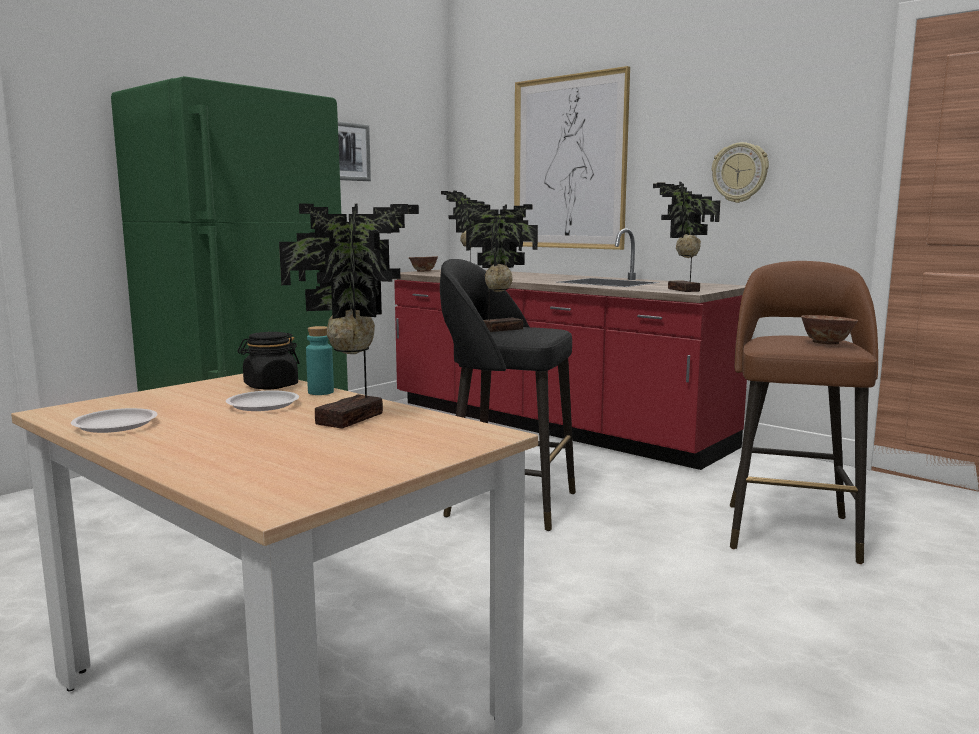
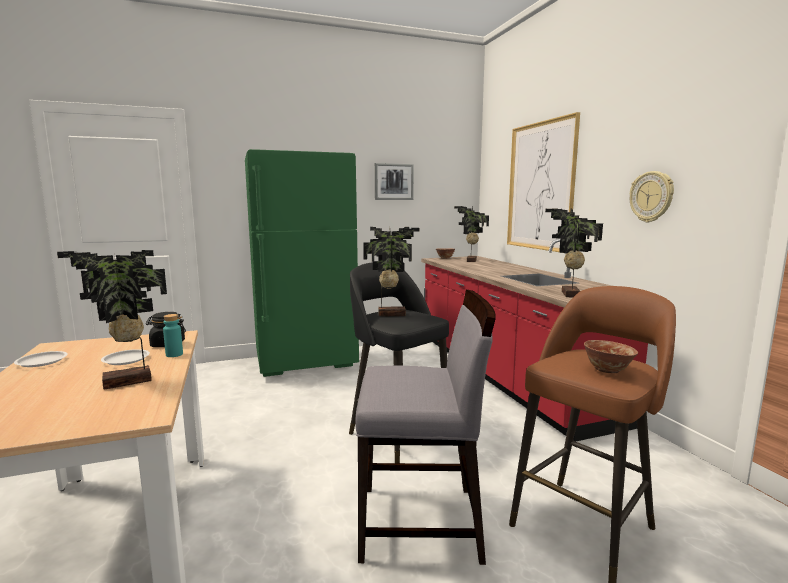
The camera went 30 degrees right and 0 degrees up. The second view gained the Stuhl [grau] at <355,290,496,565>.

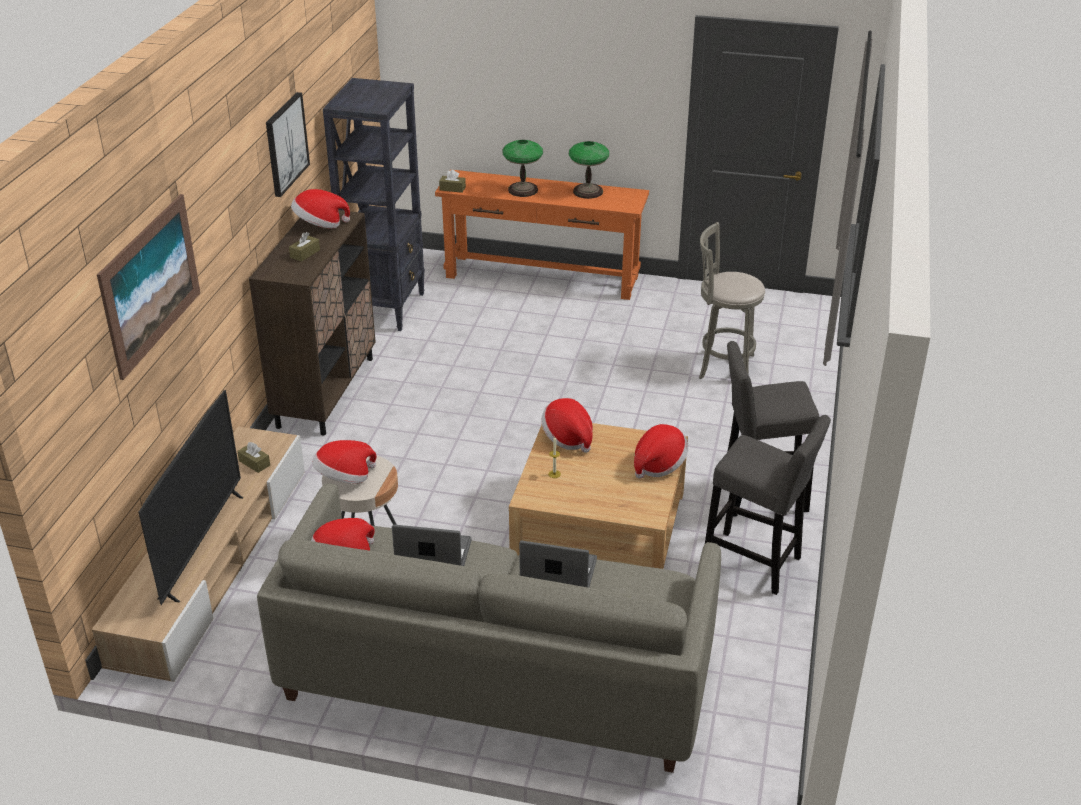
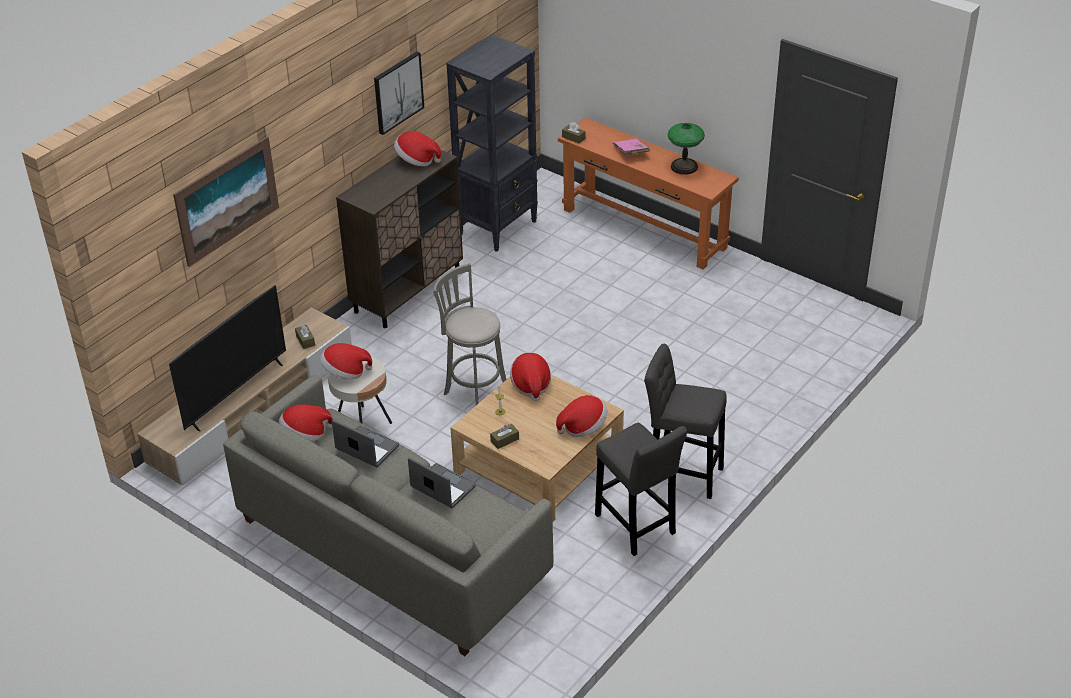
The camera went 25 degrees right and 5 degrees up. The Taschentuchbox [braun] ended up elsewhere, having gone from <289,232,320,262> to <490,424,519,449>. The Hocker [grau] ended up elsewhere, having gone from <699,222,765,379> to <433,263,507,405>. Where the Tischlampe stood at <502,140,543,197>, the Buch [rosa] came to stand at <613,138,650,155>.

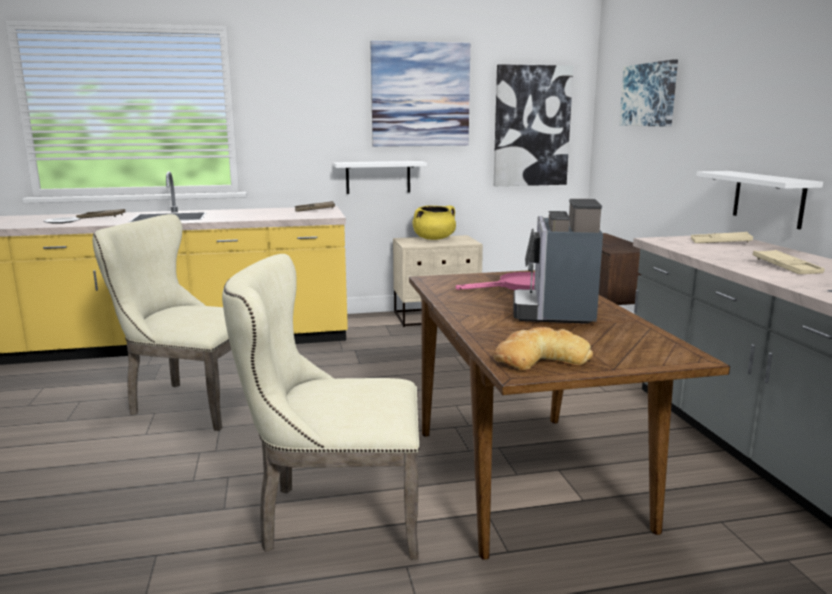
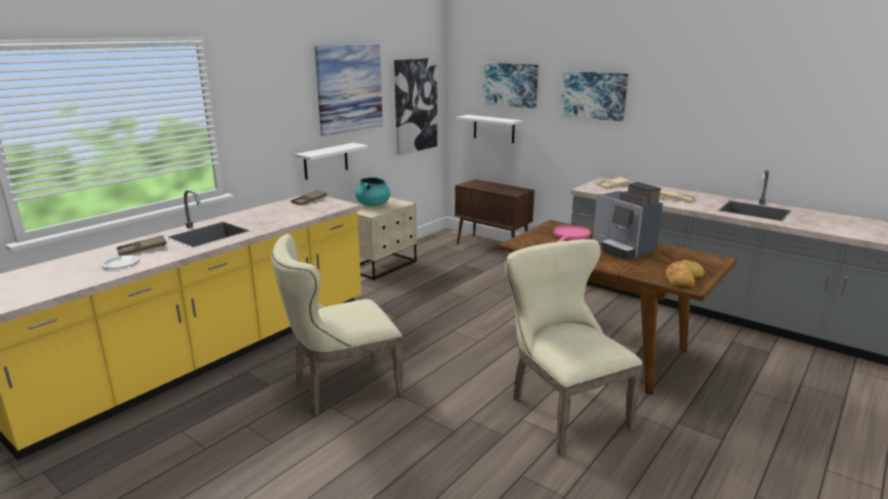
The camera went 40 degrees left and 5 degrees up. The second view gained the Bild at <560,71,628,121>. The Wandregal [weiß] ended up elsewhere, having gone from <696,171,823,229> to <457,115,522,143>. What was the Kochtopf [gelb] at <412,205,456,240> turned into the Kochtopf [türkis] at <355,176,390,206>. The Stuhl [beige] at <222,254,420,560> ended up facing another way, 105 degrees clockwise from before.

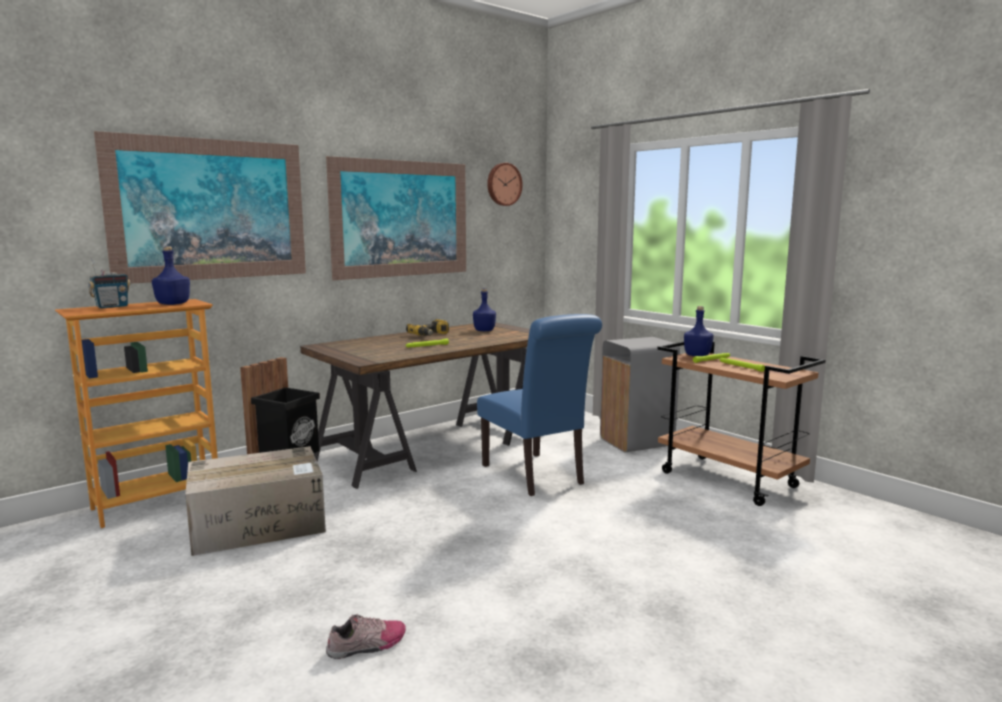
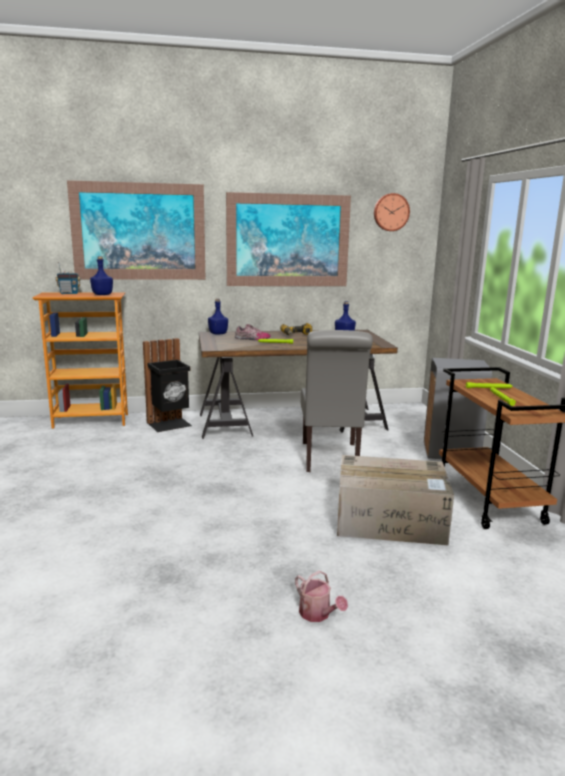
The camera went 30 degrees right and 5 degrees up. The second view gained the Gießkanne at <295,571,348,622>. The Karton ended up elsewhere, having gone from <185,446,326,556> to <337,455,454,545>. The Schuh ended up elsewhere, having gone from <326,614,406,659> to <235,324,271,340>. The Flasche [blau] ended up elsewhere, having gone from <684,306,714,356> to <208,298,228,335>. What was the Stuhl [blau] at <477,314,602,496> turned into the Stuhl [grau] at <301,330,373,472>.

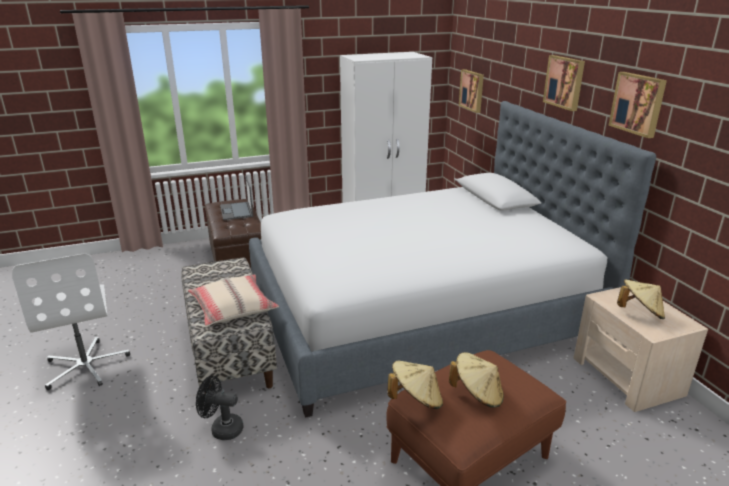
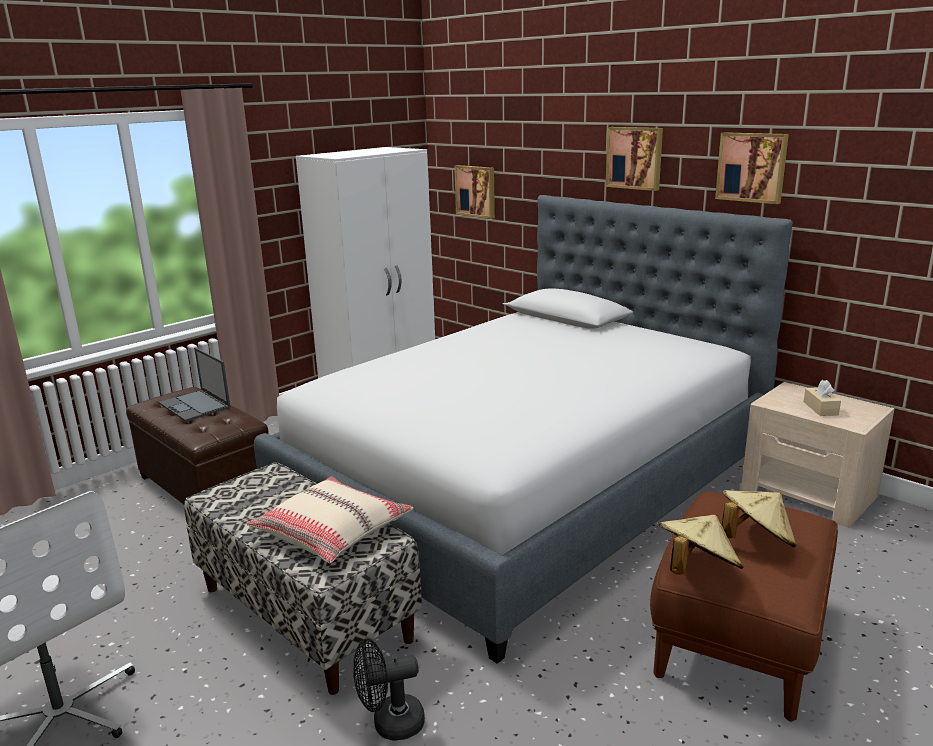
The camera went 25 degrees left and 5 degrees down. Where the Hut [beige] stood at <617,279,665,319>, the Taschentuchbox [beige] came to stand at <804,380,841,416>.

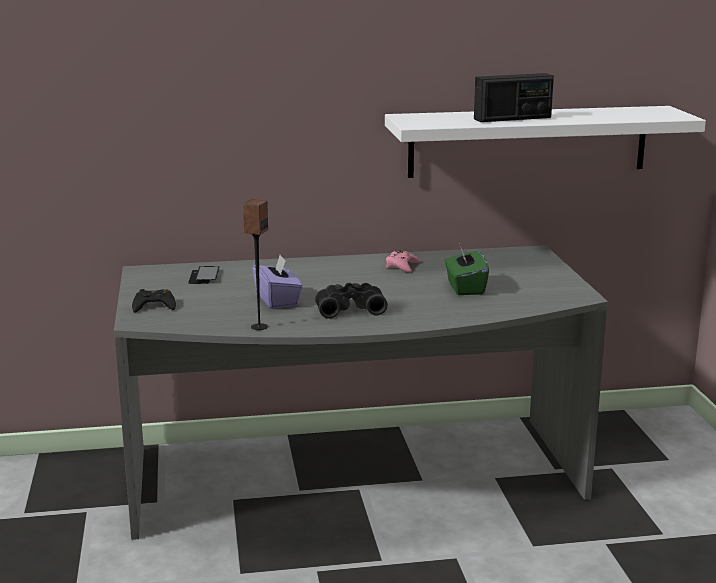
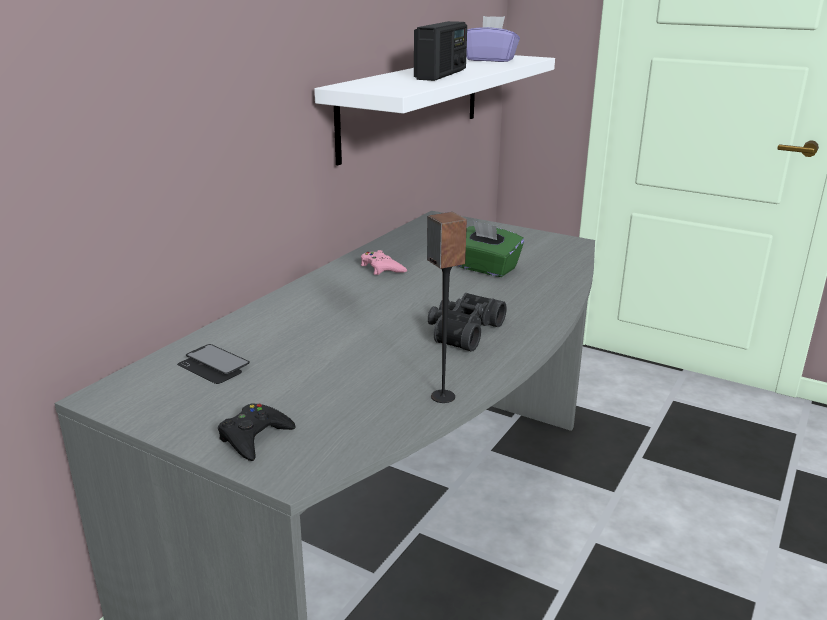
The camera went 50 degrees left and 5 degrees up. The Taschentuchbox [lila] ended up elsewhere, having gone from <252,255,303,309> to <466,16,520,62>.

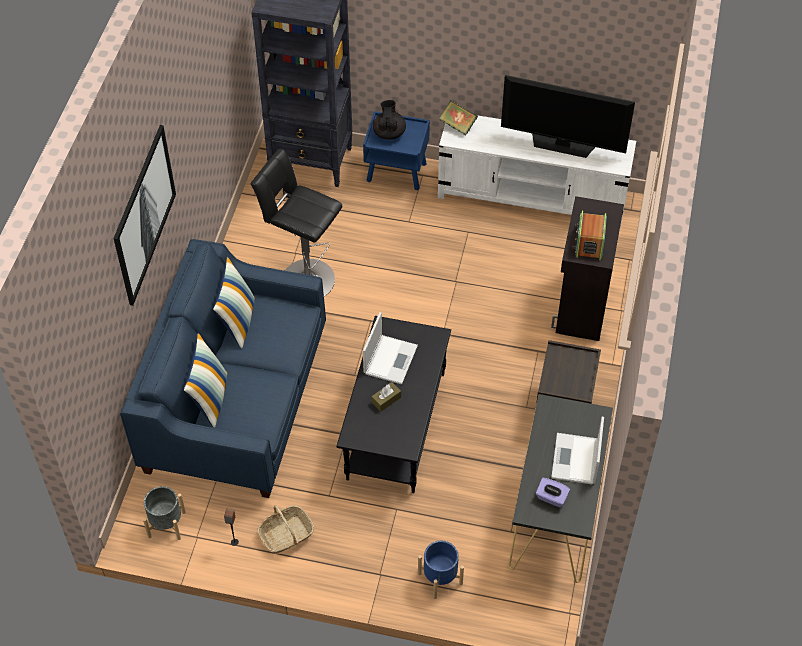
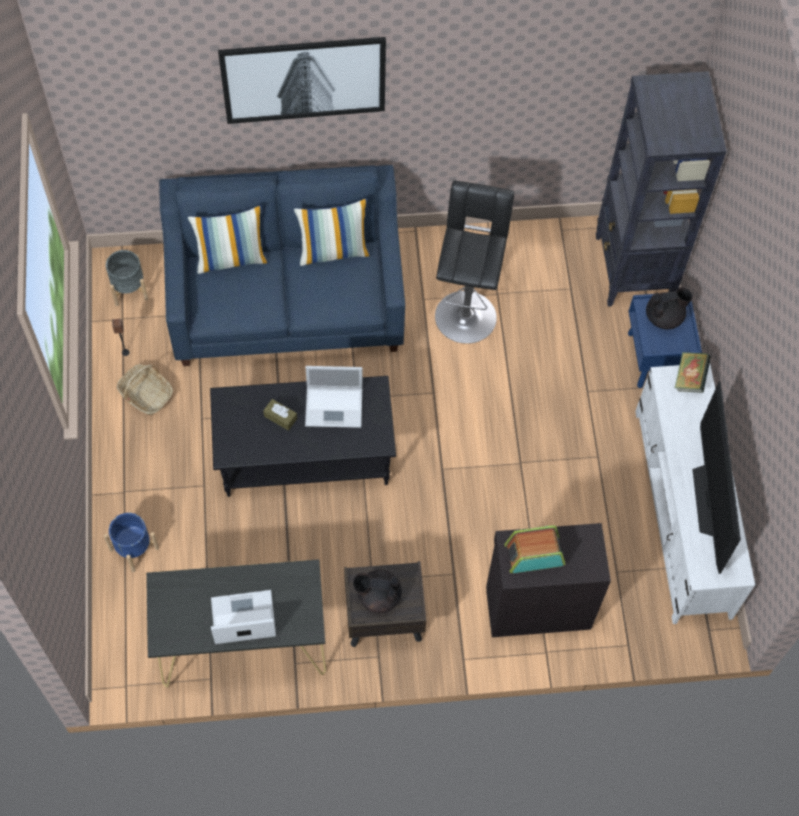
The camera went 70 degrees right and 10 degrees up. The second view lost the Taschentuchbox [lila] at <536,478,570,507>. The second view gained the Teekanne [schwarz] at <353,569,402,613>.

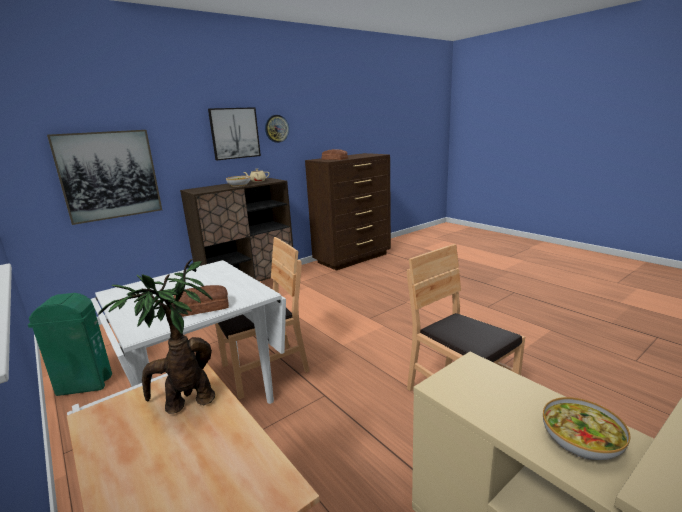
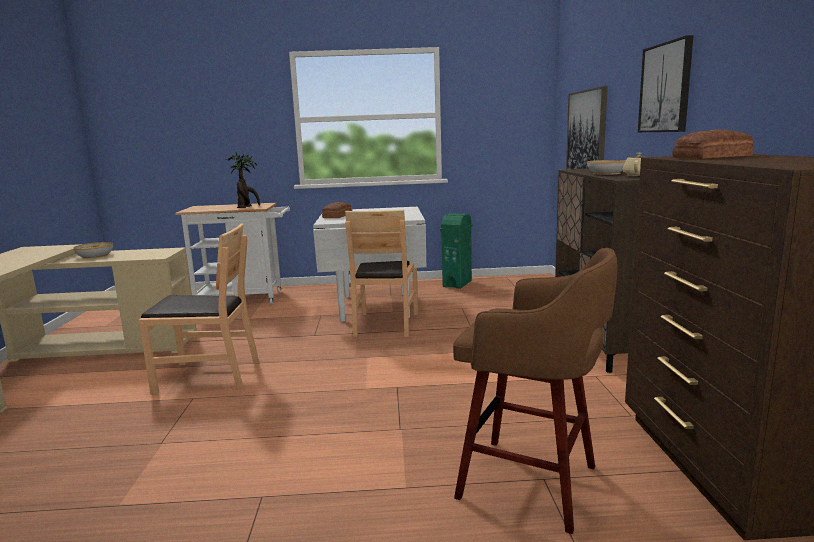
The camera went 125 degrees right and 5 degrees down. The second view lost the Wanduhr at <265,115,289,143>. The second view gained the Hocker [braun] at <453,248,618,534>.

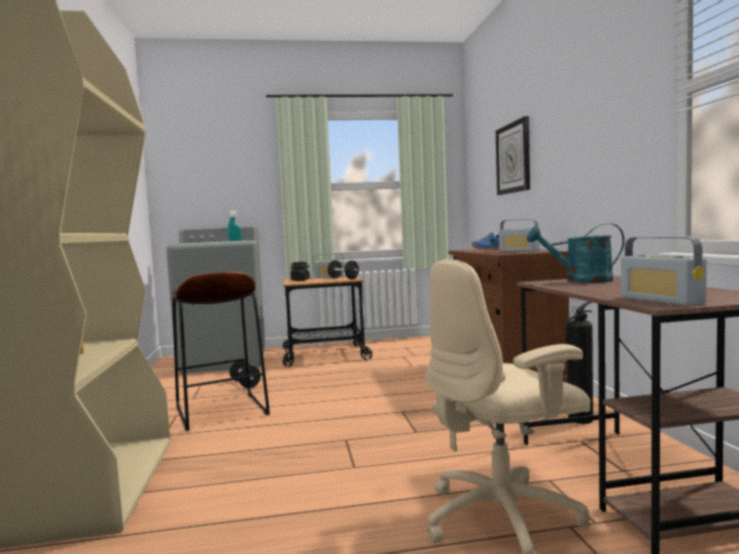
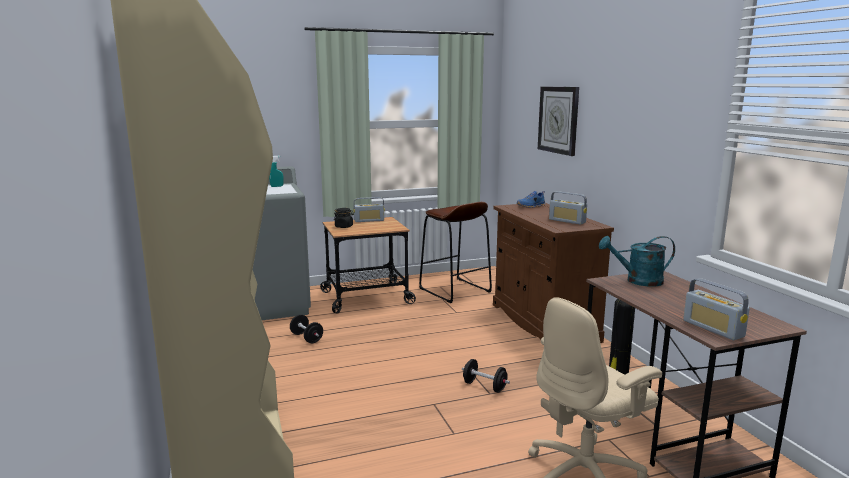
The camera went 10 degrees left and 10 degrees up. The Hocker [braun] ended up elsewhere, having gone from <172,271,270,431> to <419,202,492,303>. The Hantel [schwarz] ended up elsewhere, having gone from <328,260,359,279> to <462,359,510,393>.

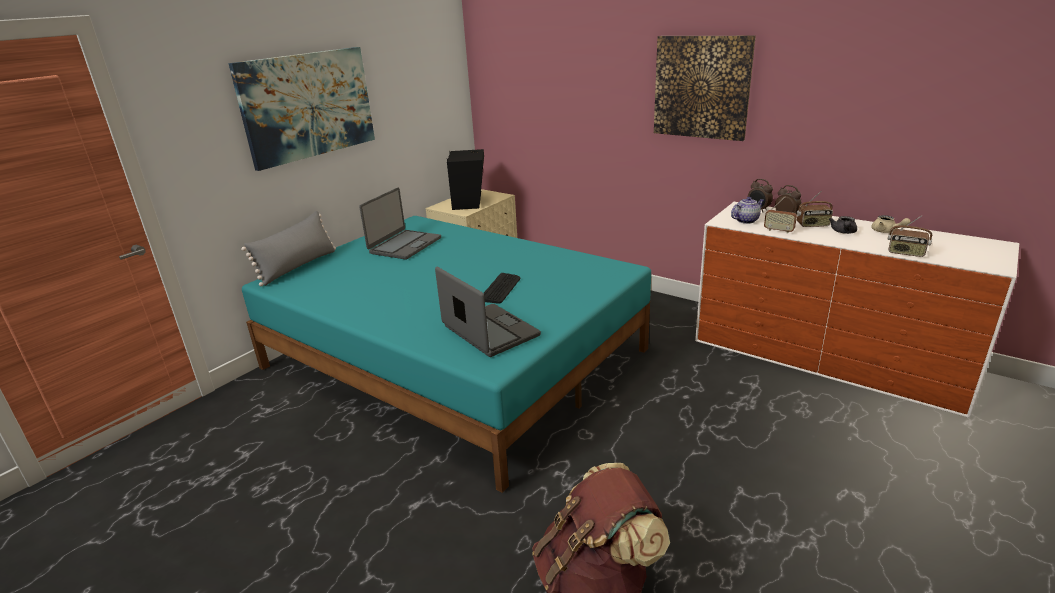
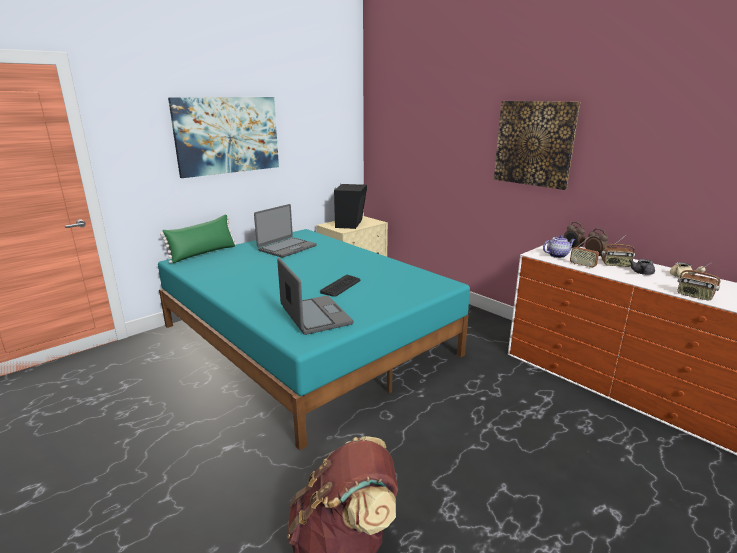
The camera went 10 degrees right and 5 degrees down. What was the Kissen [grau] at <241,211,336,286> turned into the Kissen [grün] at <160,215,237,264>.

